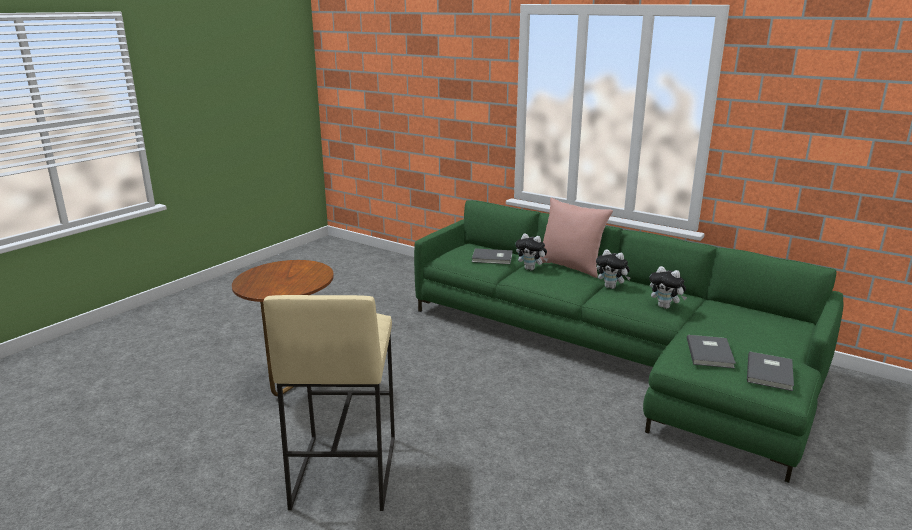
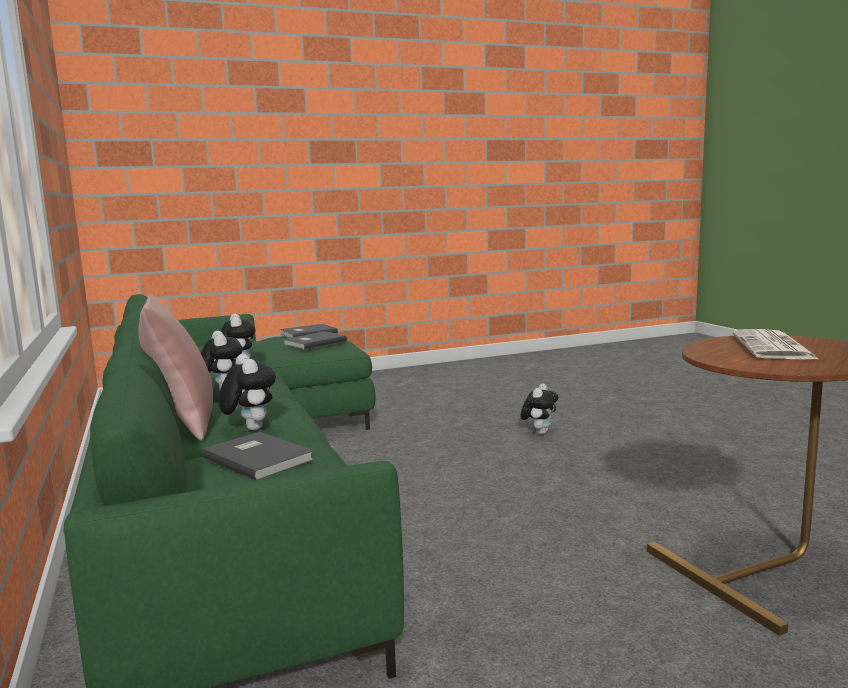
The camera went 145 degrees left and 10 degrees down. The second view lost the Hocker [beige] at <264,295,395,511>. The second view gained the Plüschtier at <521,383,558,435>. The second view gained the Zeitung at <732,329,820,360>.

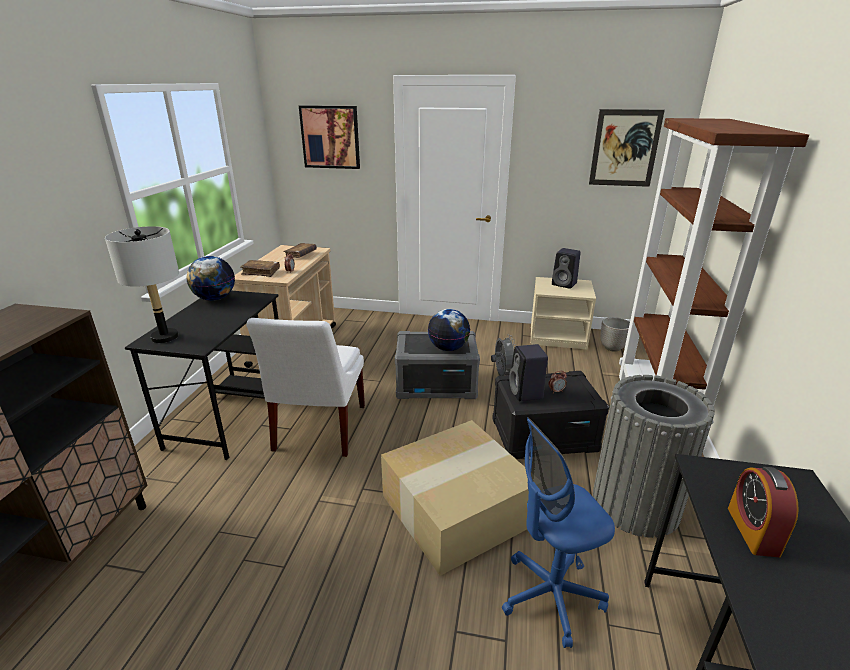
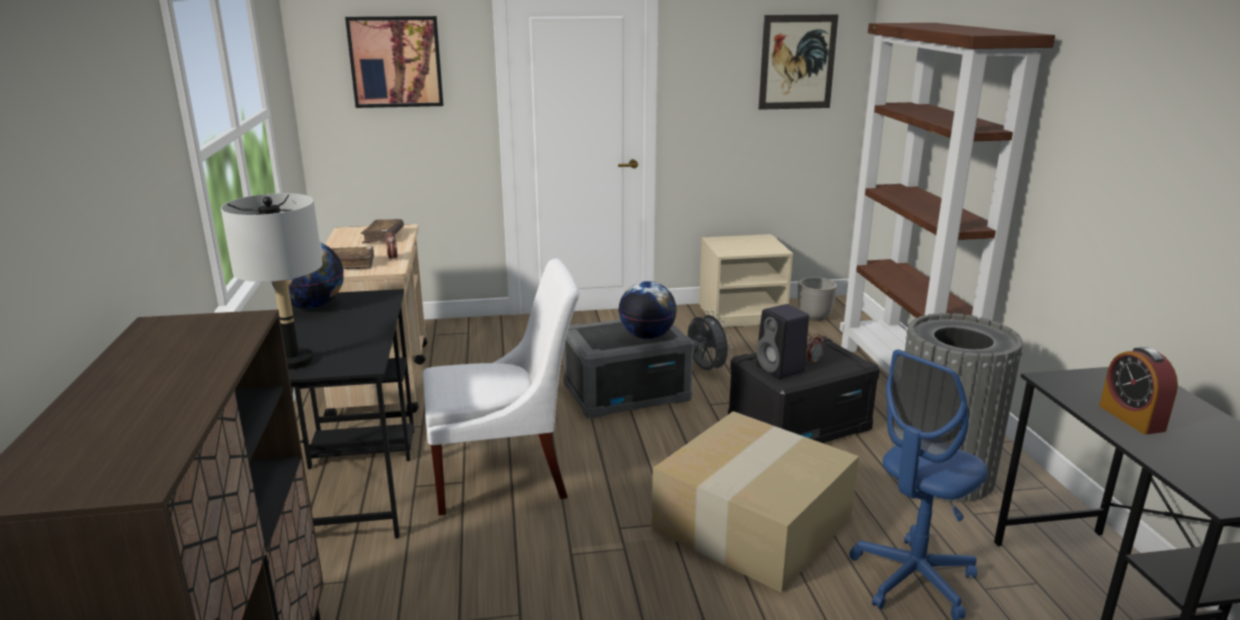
The camera went 20 degrees left and 5 degrees down. The second view lost the Lautsprecher [schwarz] at <552,248,581,289>. The Stuhl [weiß] at <246,318,365,457> ended up facing another way, 90 degrees counterclockwise from before.

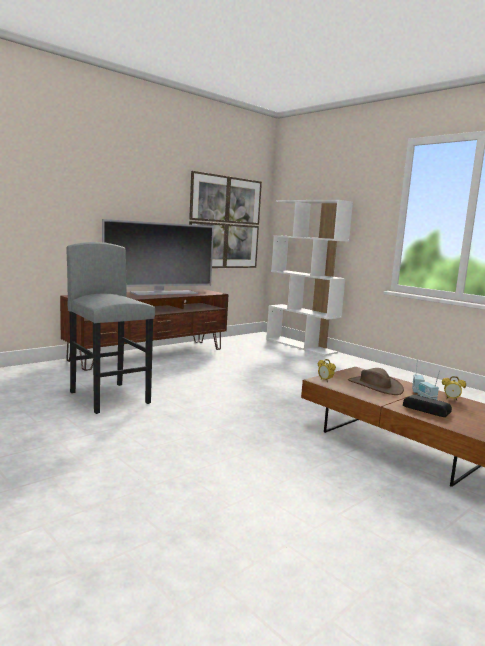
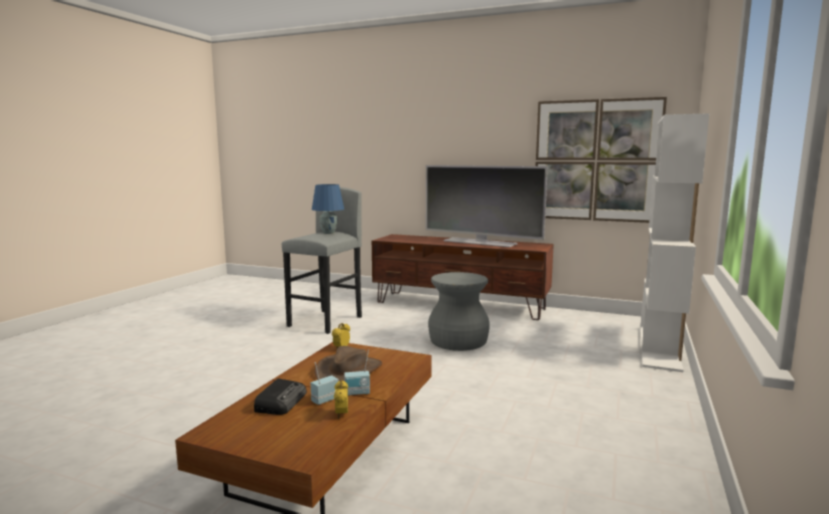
The camera went 65 degrees right and 0 degrees up. The second view gained the Tischlampe [blau] at <312,184,344,234>. The second view gained the Hocker [grau] at <428,272,489,351>.

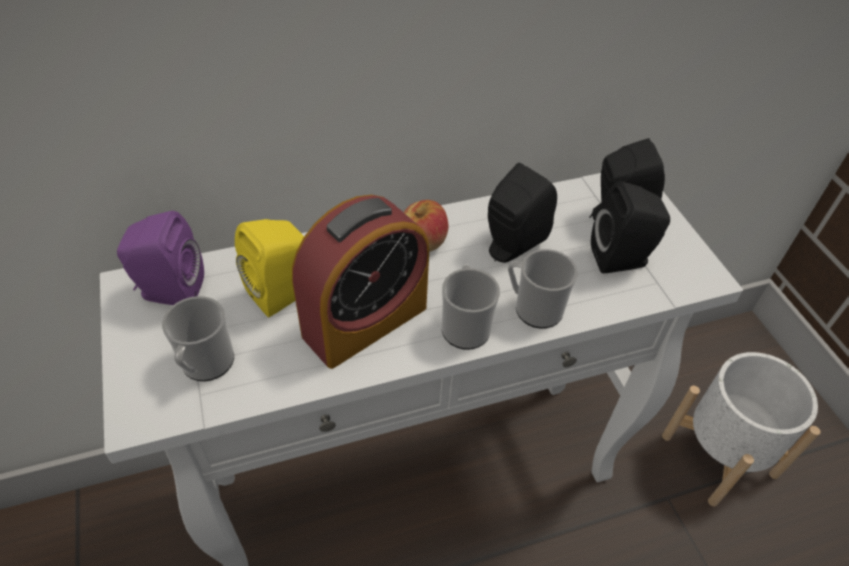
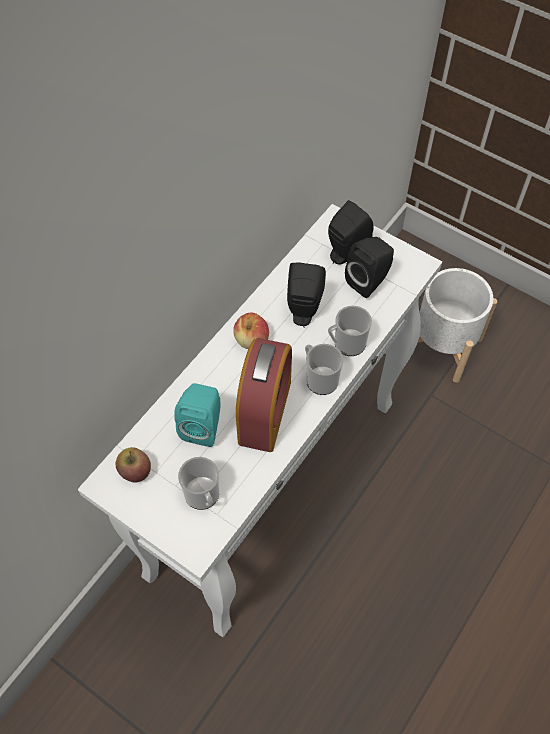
The camera went 35 degrees left and 10 degrees up. Where the Lautsprecher [lila] stood at <117,211,204,305>, the Apfel came to stand at <116,447,151,483>. What was the Lautsprecher [gelb] at <235,219,304,318> turned into the Lautsprecher [türkis] at <174,383,220,447>.

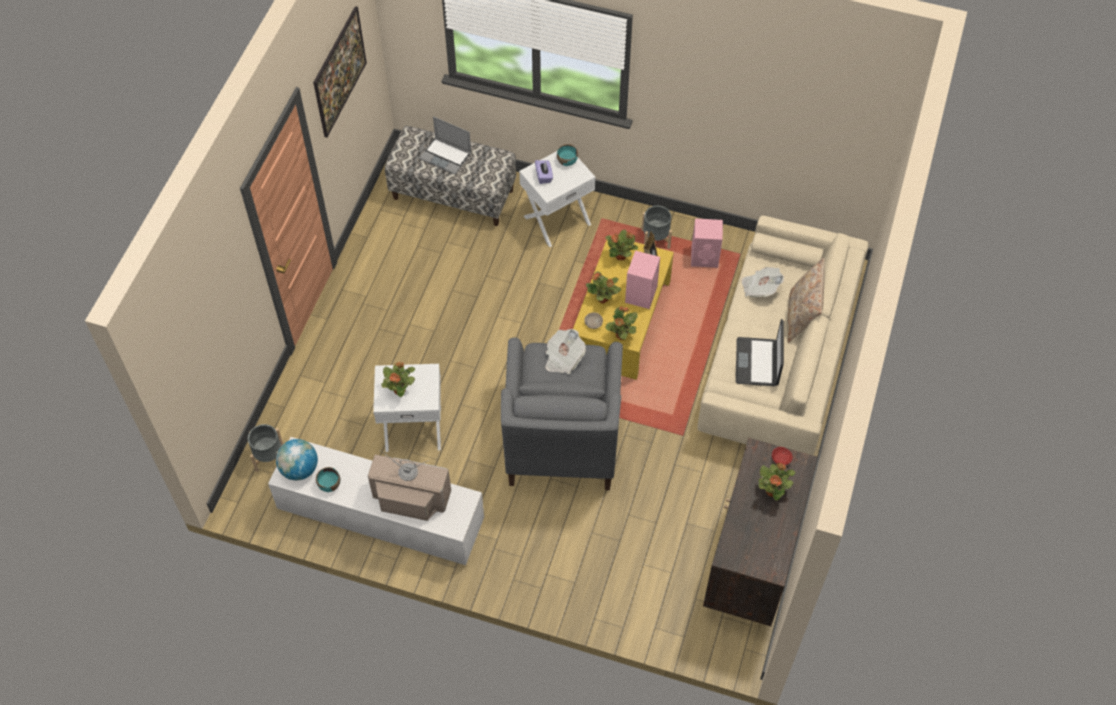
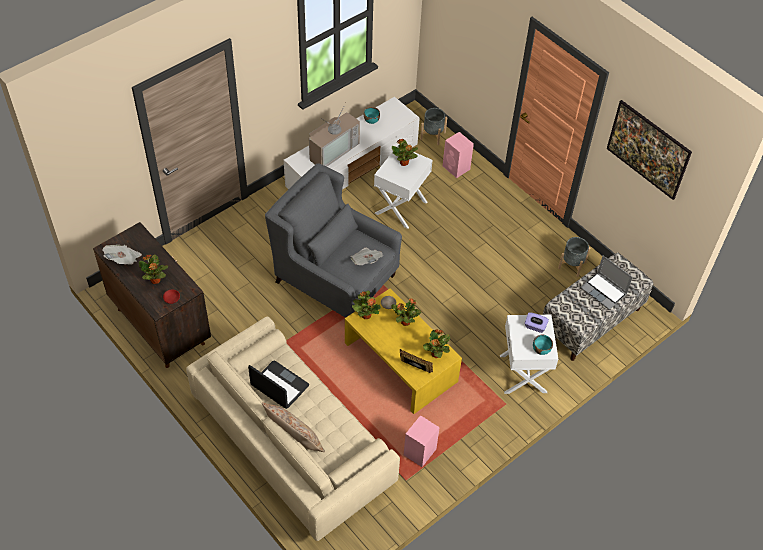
The camera went 120 degrees right and 5 degrees down. The second view lost the Globus at <276,439,318,481>. The Lautsprecher [rosa] ended up elsewhere, having gone from <625,251,660,309> to <443,132,474,178>. The Pflanzkübel [grau] ended up elsewhere, having gone from <641,205,672,249> to <558,237,590,277>. The Zeitung ended up elsewhere, having gone from <742,267,784,297> to <102,245,142,265>. The Laptop at <419,116,471,174> ended up facing another way, 105 degrees counterclockwise from before.

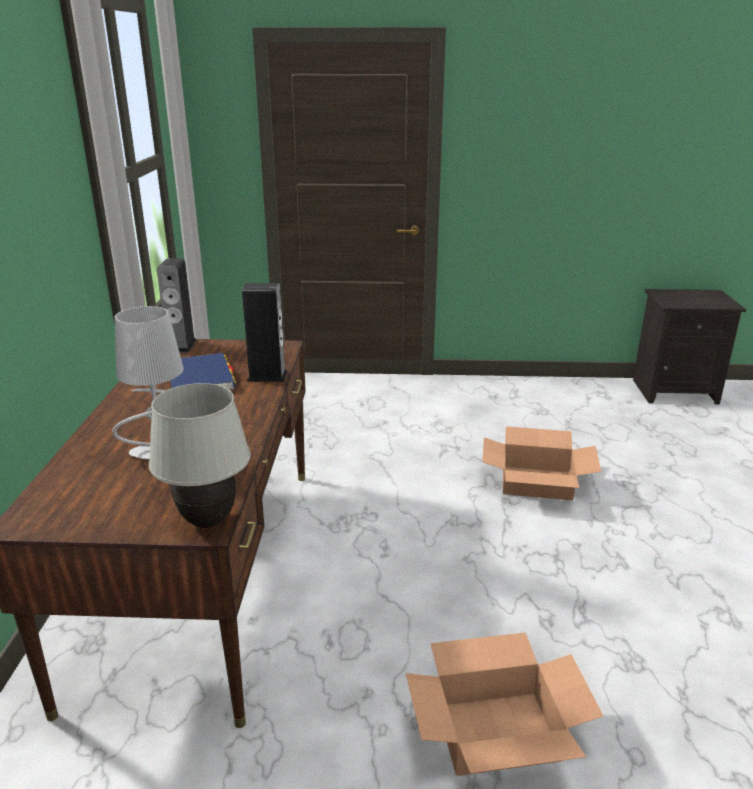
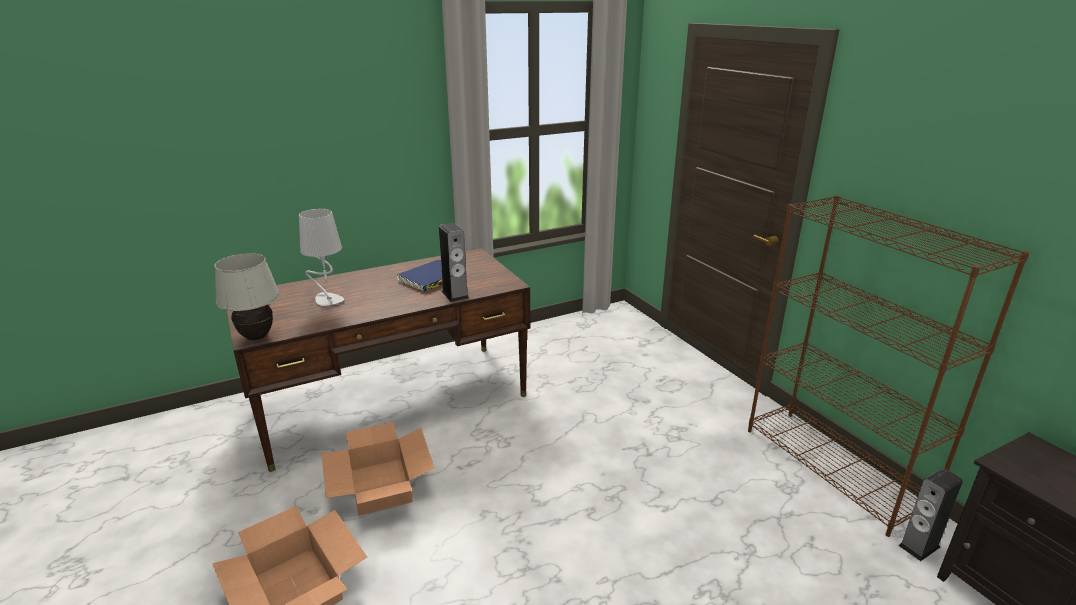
The camera went 60 degrees right and 0 degrees up. The second view gained the Bücherregal [braun] at <748,195,1029,537>. The Lautsprecher ended up elsewhere, having gone from <157,258,196,352> to <898,468,963,561>. The Karton ended up elsewhere, having gone from <482,426,601,500> to <321,422,435,516>.

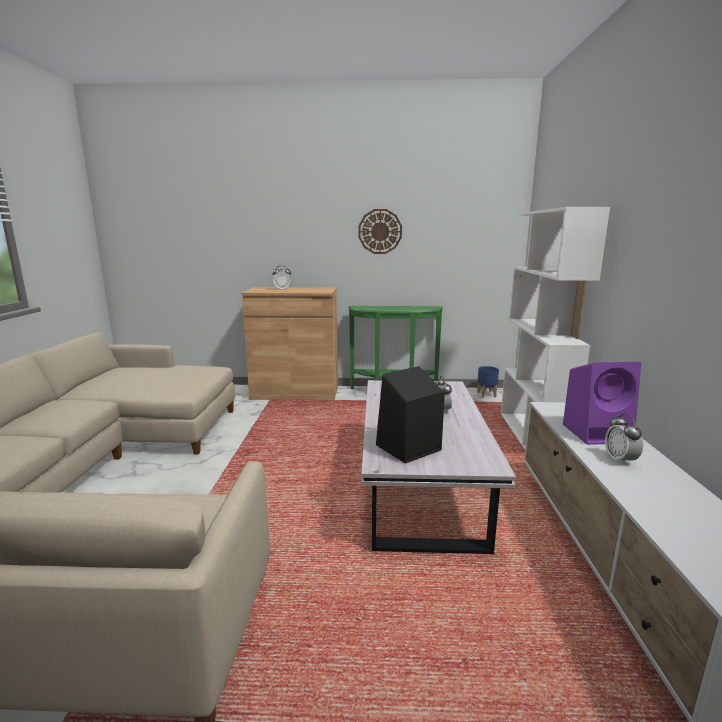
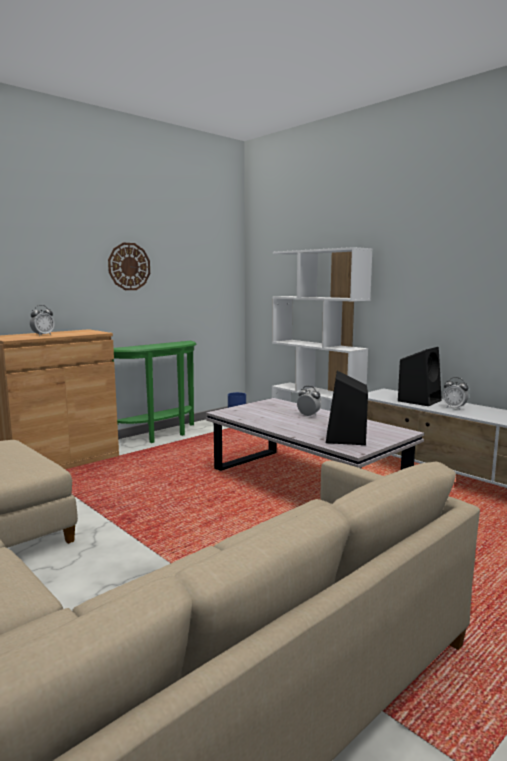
The camera went 45 degrees left and 5 degrees down. What was the Lautsprecher [lila] at <563,362,641,445> turned into the Lautsprecher [schwarz] at <398,347,442,406>.

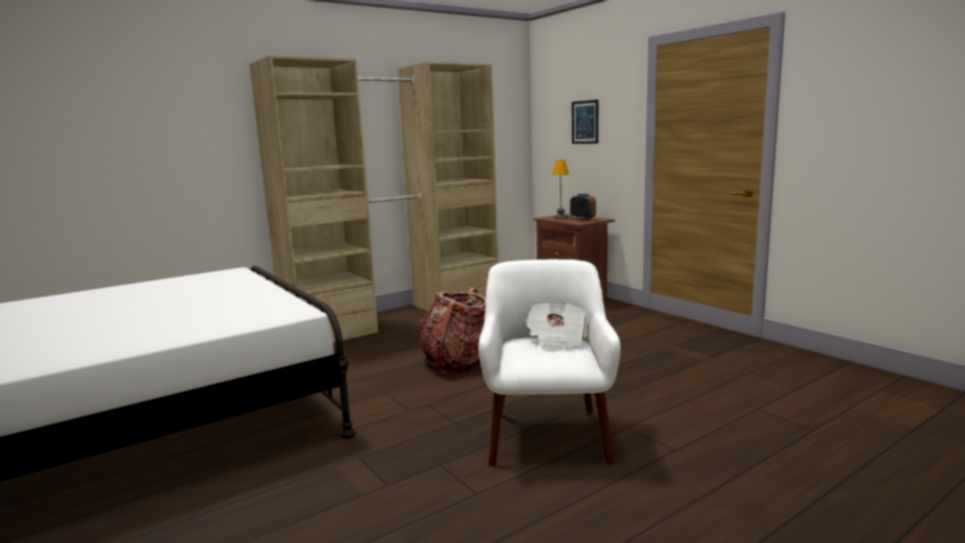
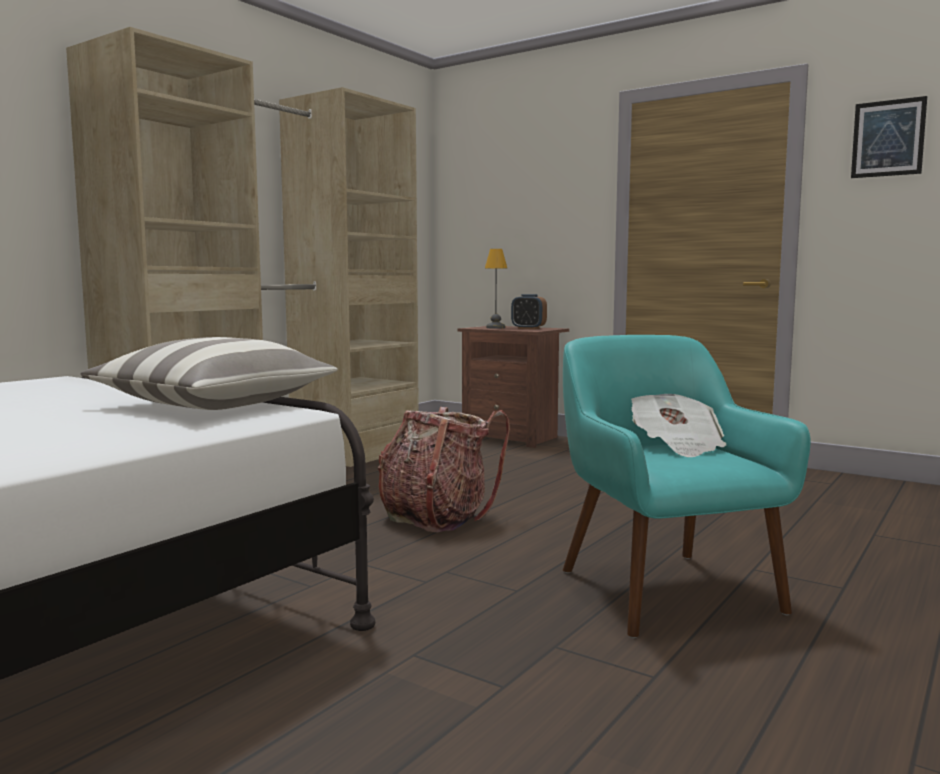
The camera went 20 degrees left and 5 degrees down. The second view gained the Kissen at <80,337,338,410>. The Bild ended up elsewhere, having gone from <572,100,598,144> to <851,96,927,178>. What was the Sessel [weiß] at <478,259,621,466> turned into the Sessel [türkis] at <563,335,810,638>.

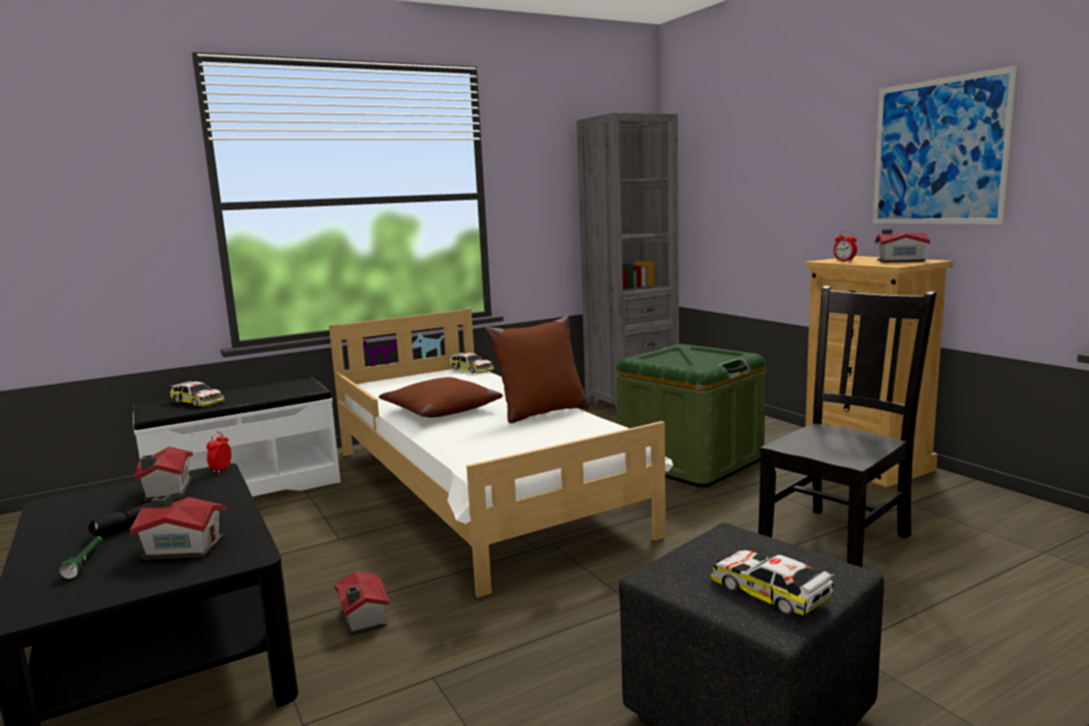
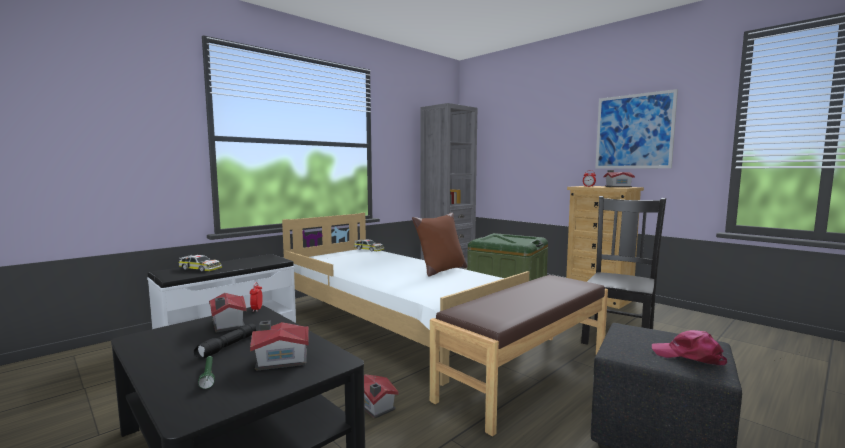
The camera went 15 degrees left and 5 degrees down. The second view lost the Kissen [braun] at <379,377,503,418>. The second view gained the Bank [braun] at <430,275,608,436>. Where the Spielzeugauto stood at <710,550,835,616>, the Kappe [rosa] came to stand at <652,330,727,365>.

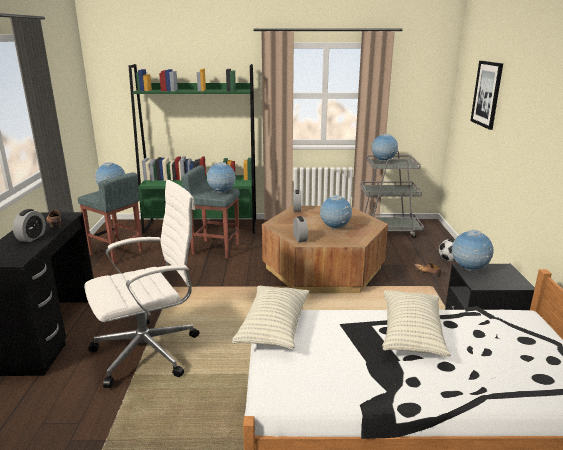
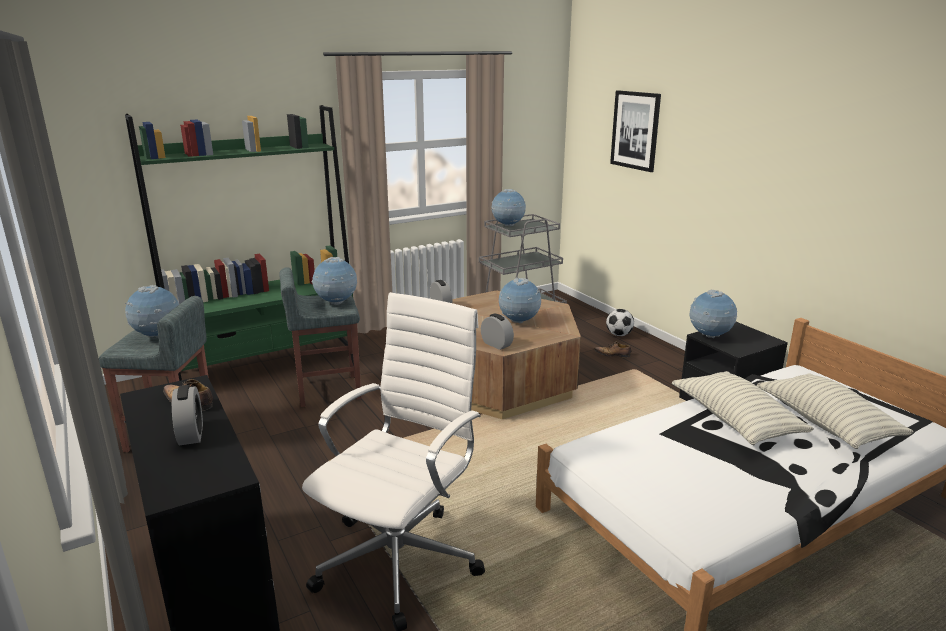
The camera went 30 degrees left and 0 degrees up. The Kissen ended up elsewhere, having gone from <232,286,309,349> to <756,373,914,449>.

